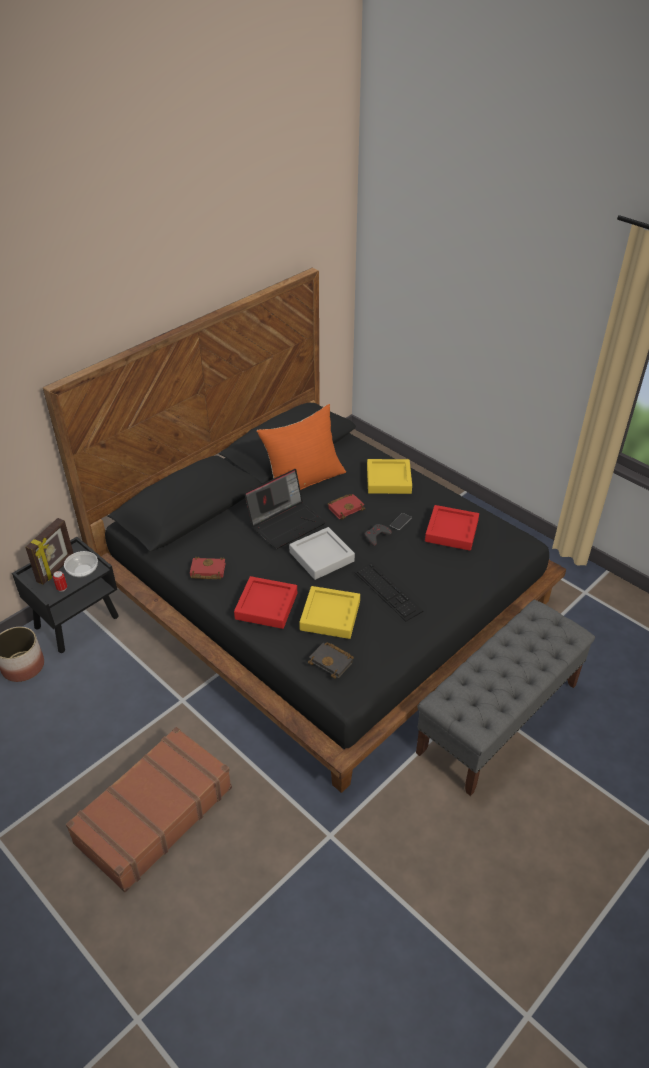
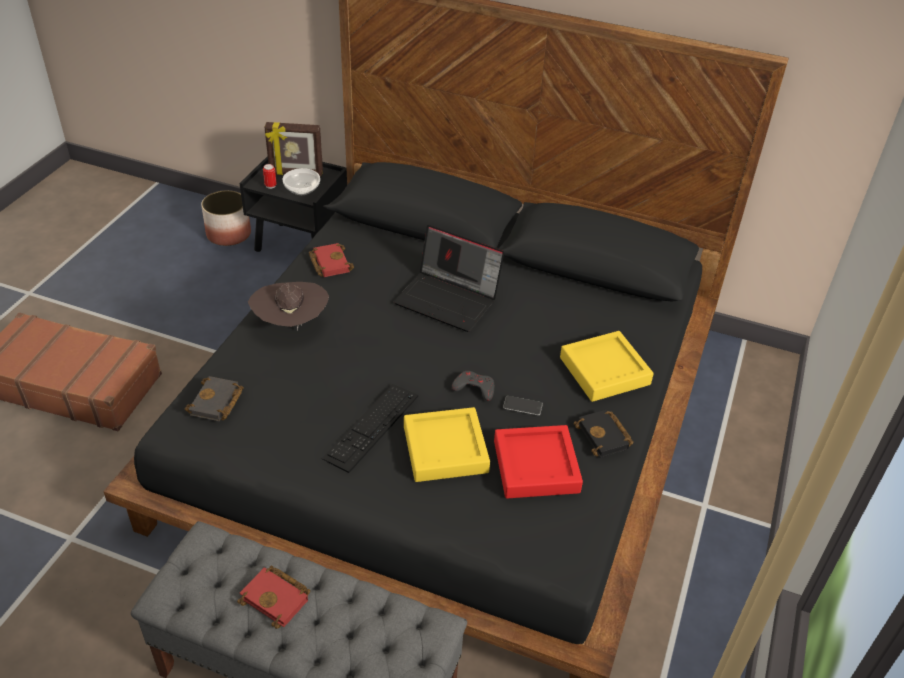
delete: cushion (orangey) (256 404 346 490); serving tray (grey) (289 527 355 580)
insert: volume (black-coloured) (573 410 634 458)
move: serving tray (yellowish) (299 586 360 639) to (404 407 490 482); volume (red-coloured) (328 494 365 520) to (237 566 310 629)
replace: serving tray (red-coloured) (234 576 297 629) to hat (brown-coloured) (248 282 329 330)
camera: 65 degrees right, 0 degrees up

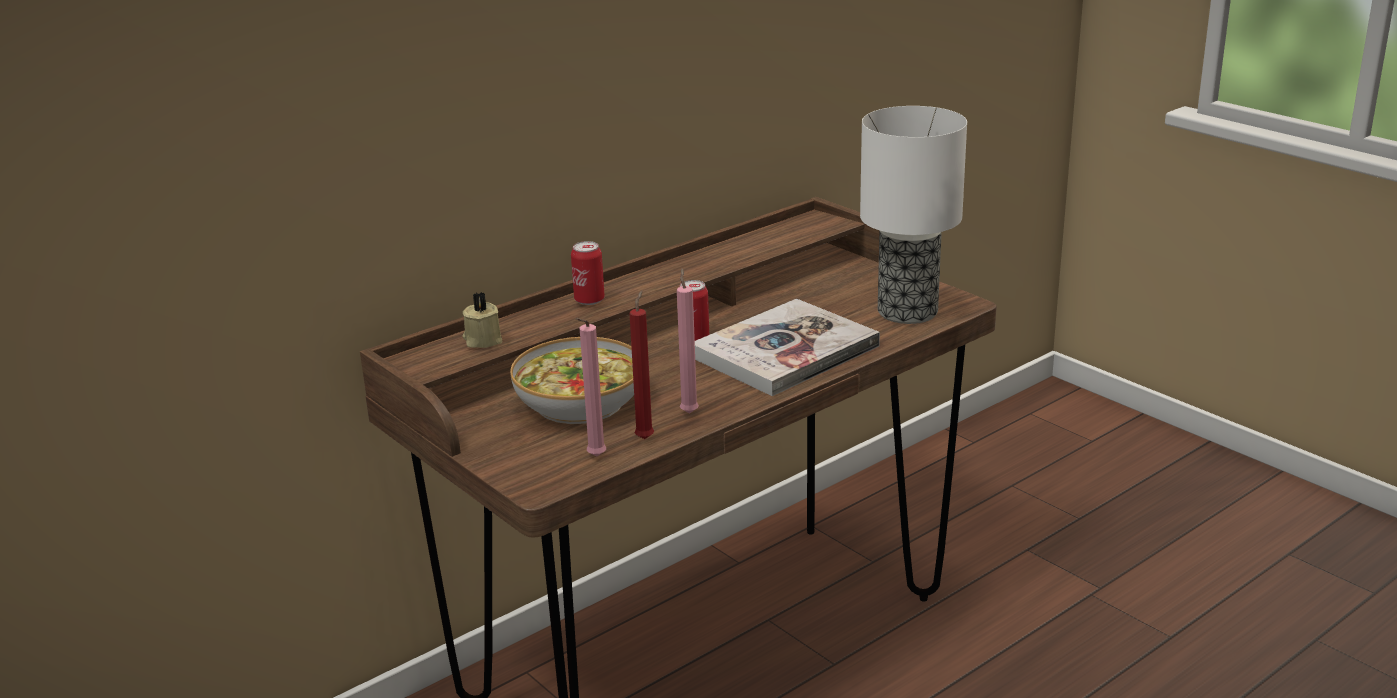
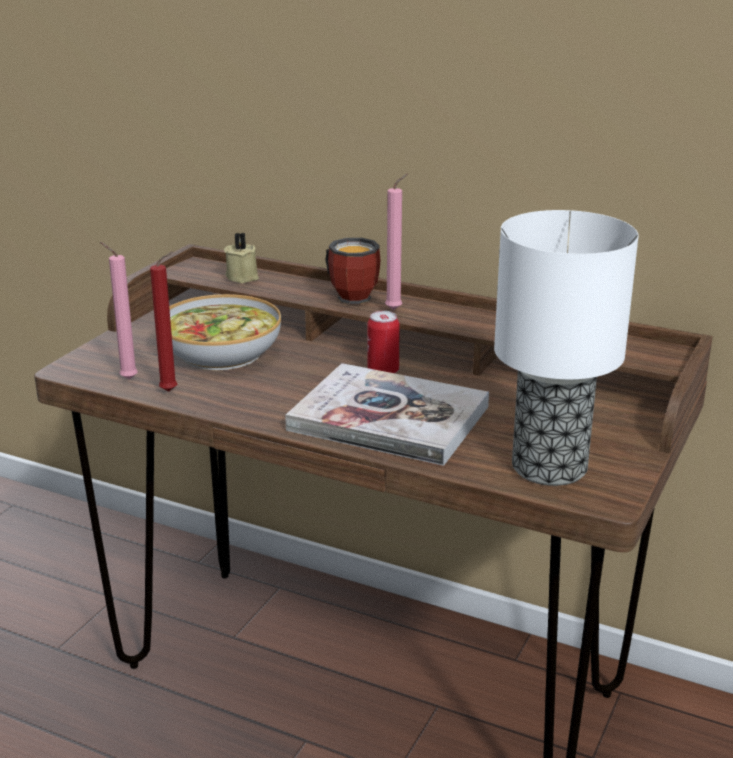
move: wax light (pinkish) (677 268 699 414) to (385 174 408 310)
replace: sealed can (571 241 605 305) to coffee mug (325 238 381 304)
camera: 65 degrees right, 0 degrees up

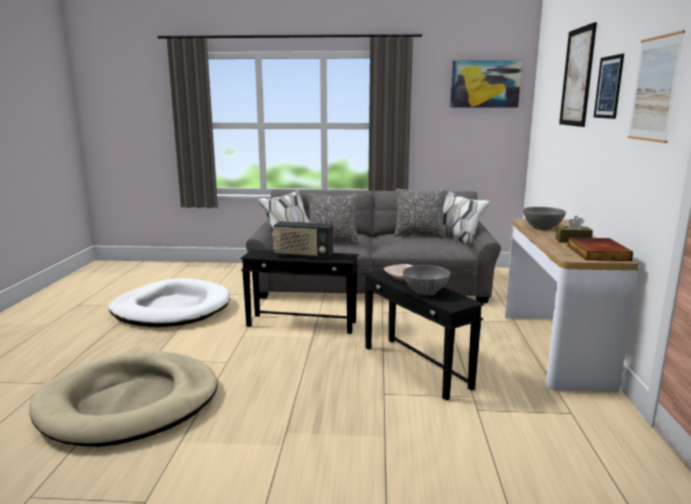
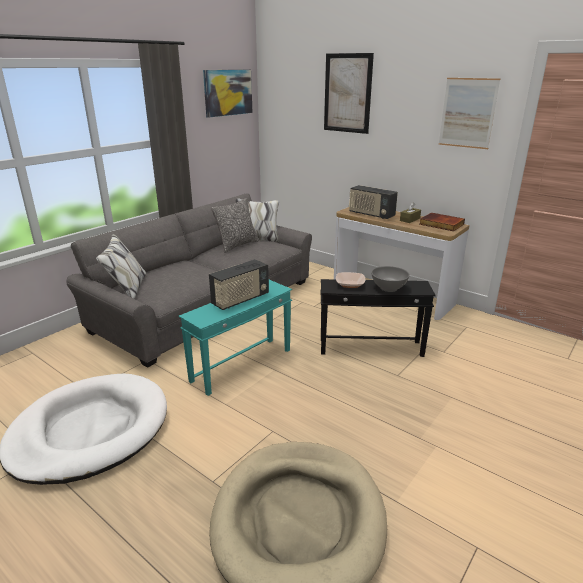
delete: cushion (308 193 360 244); picture (594 54 624 119)
replace: deep dish (grey) (523 207 566 230) to radio (349 185 398 219)
recolor: end table (black-coloured) (240 249 358 334) to end table (blue-green) (179 280 292 396)
camera: 55 degrees left, 10 degrees up

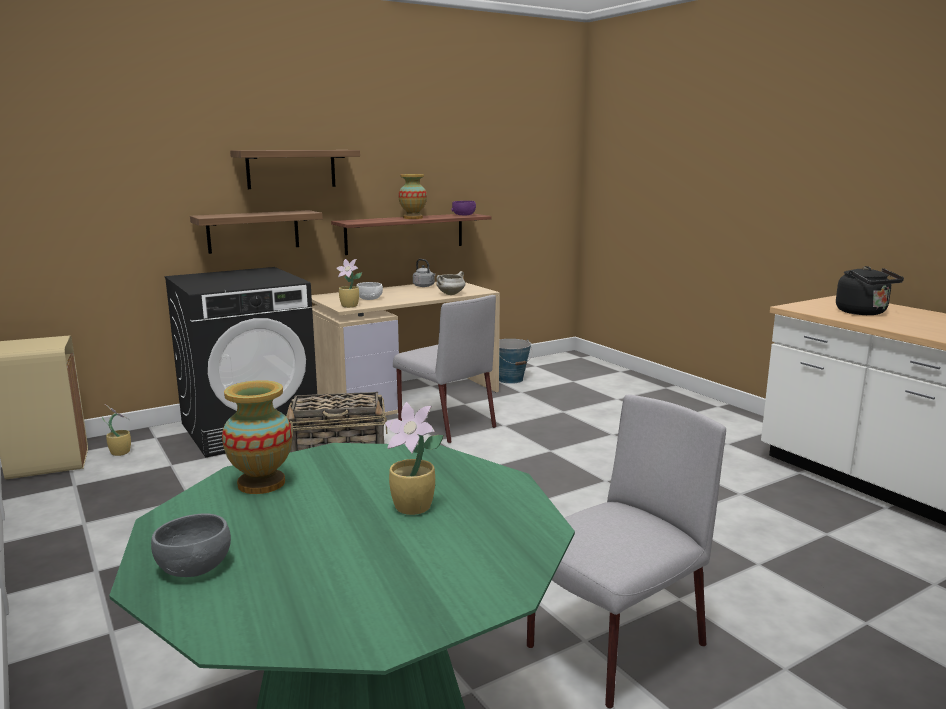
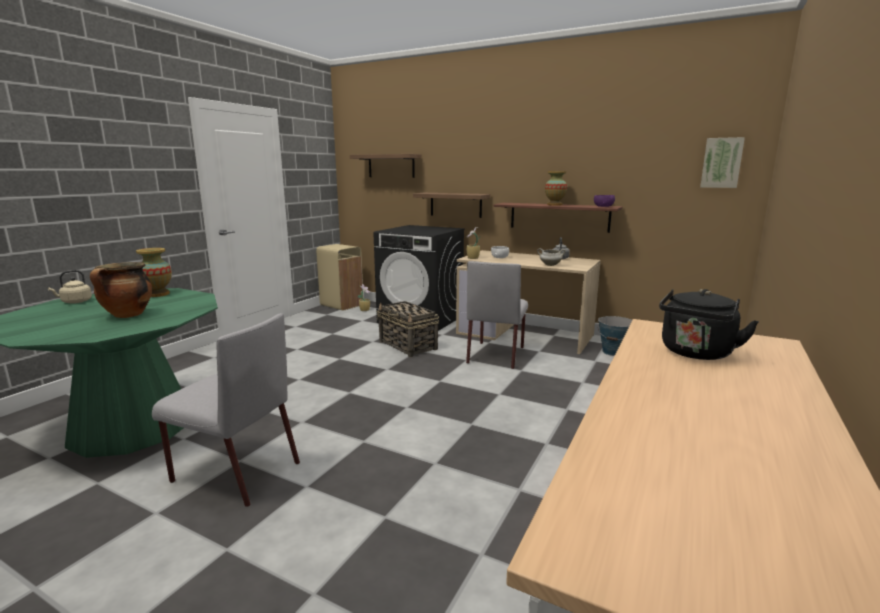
insert: picture (700 137 745 188)
move: bracket shelf (230 150 360 189) to (350 154 422 178)
replace: deep dish (grey) (151 513 231 577) to water kettle (sand-coloured) (48 270 92 304); houseplant (385 402 444 515) to saucepot (90 262 152 318)
camera: 60 degrees right, 0 degrees up

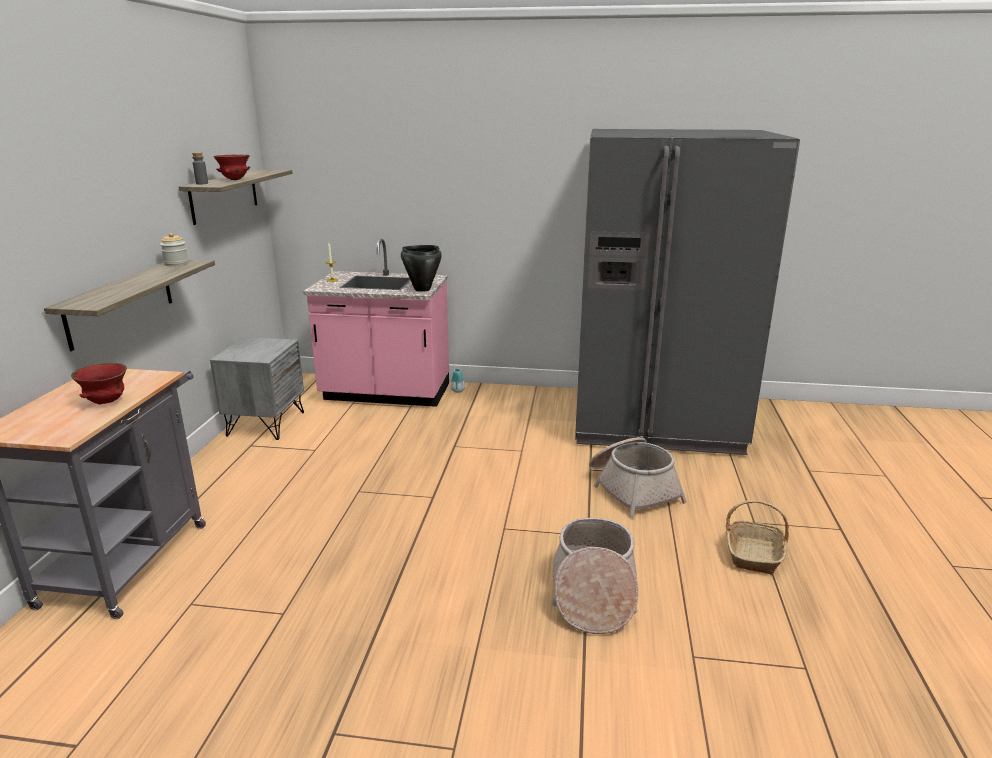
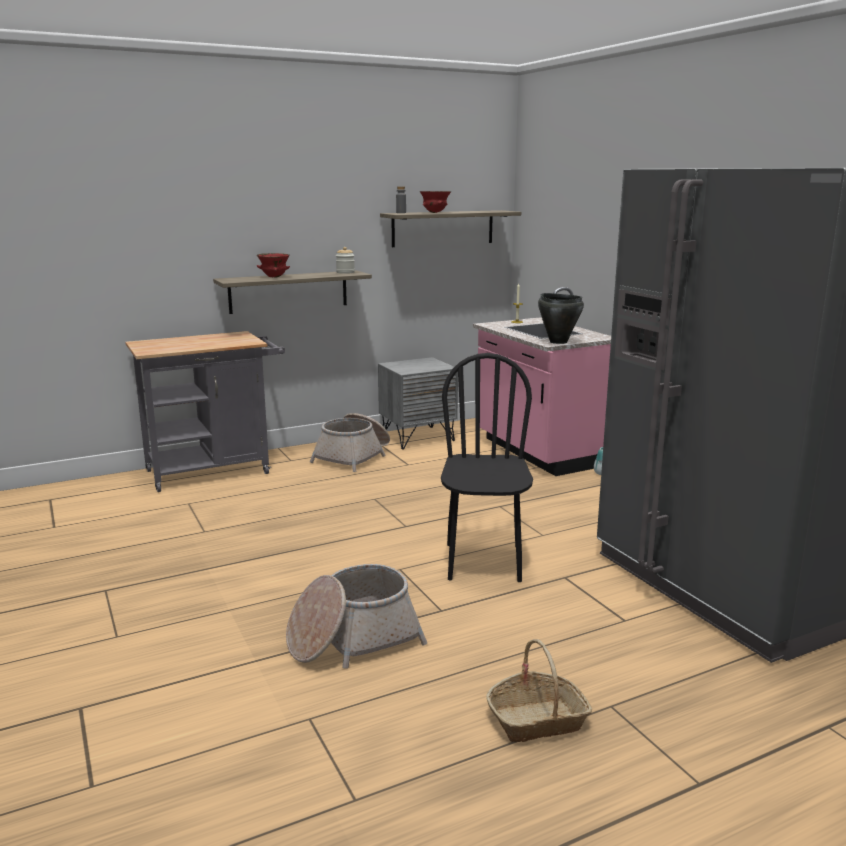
insert: plain chair (black-coloured) (441 353 533 582)
move: deep dish (red-coloured) (71 363 127 405) to (256 253 290 277); household basket (589 437 687 518) to (310 413 390 472)
camera: 55 degrees right, 5 degrees down

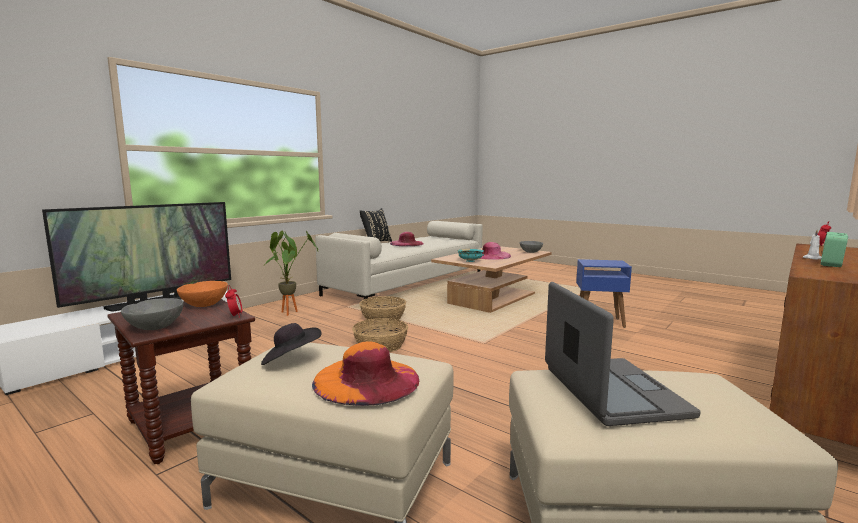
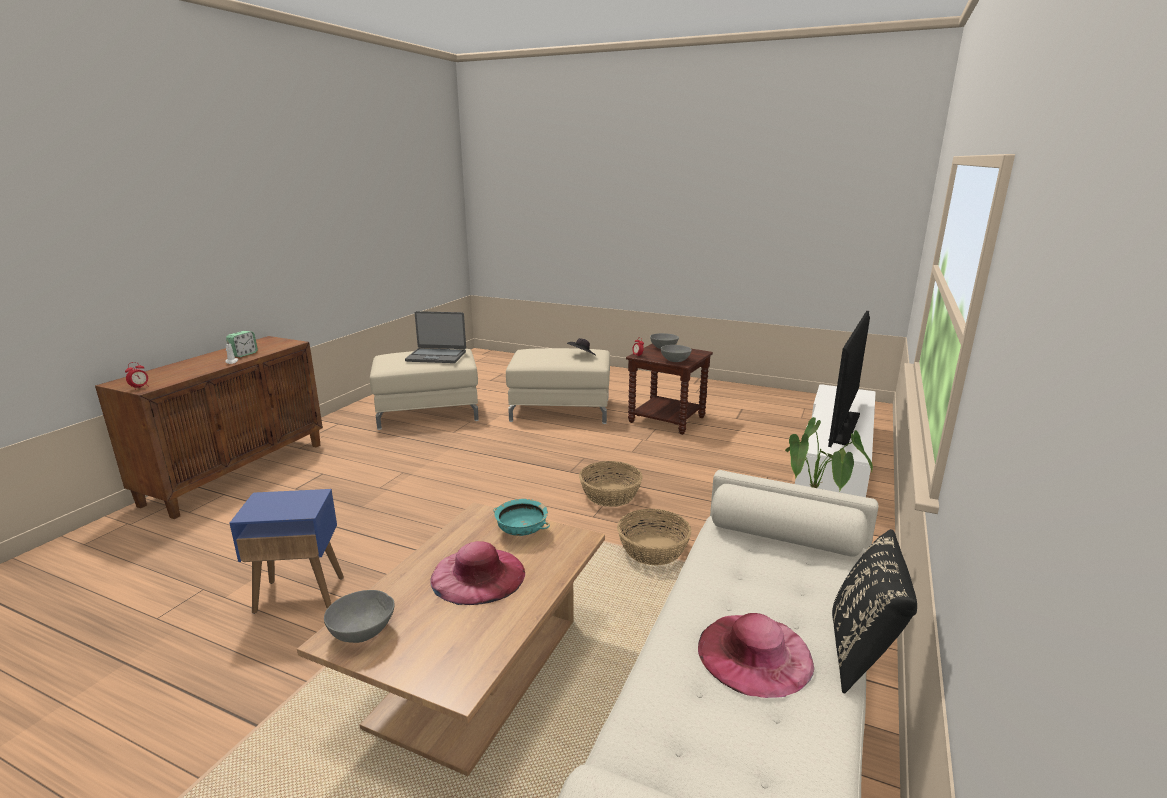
delete: hat (orangey) (312 341 420 406)
recolor: deep dish (orangey) (177 281 228 307) to deep dish (grey) (661 345 692 362)
rotate: laptop (545 282 701 426) = (405 311 466 363) 60 degrees counterclockwise
camera: 165 degrees right, 10 degrees up

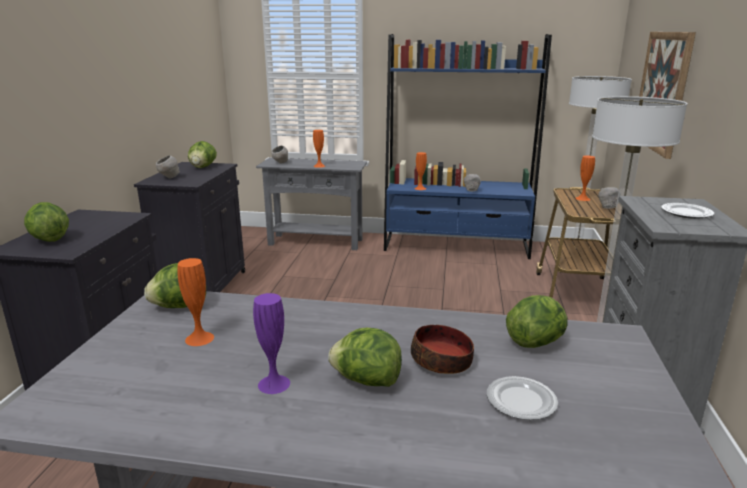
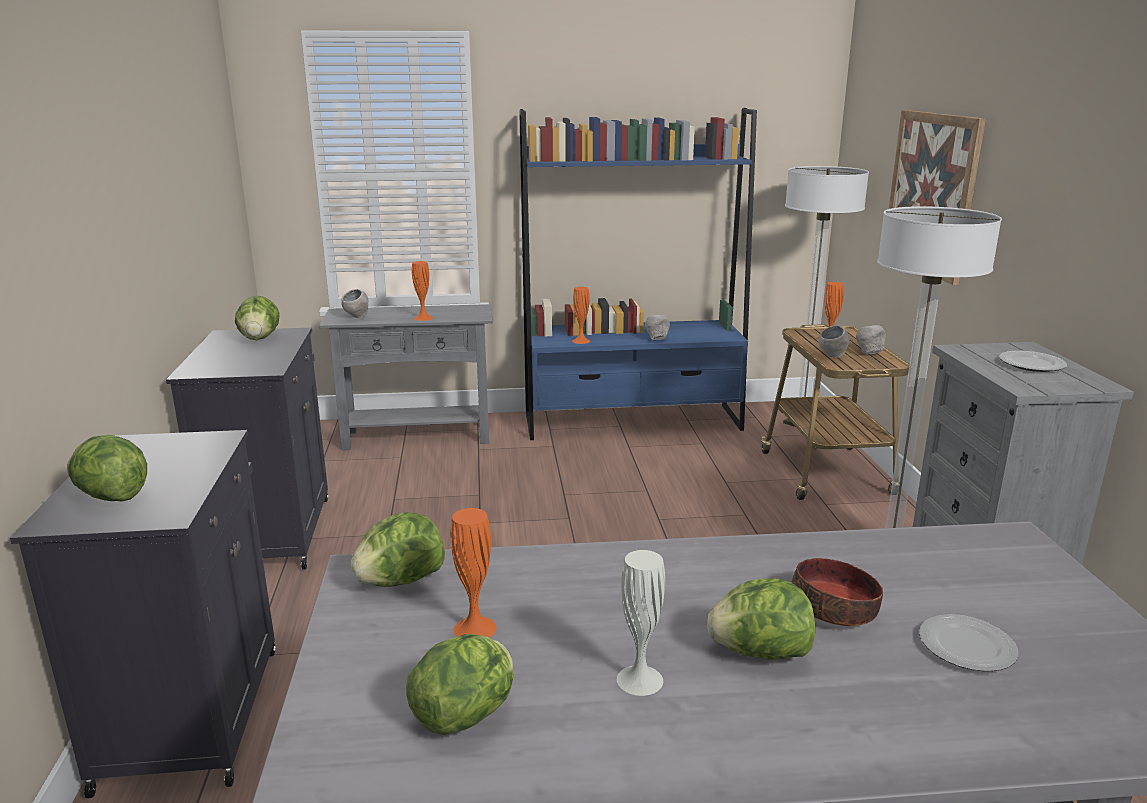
move: deep dish (grey) (156 155 180 179) to (818 326 850 358); lettuce head (506 295 568 348) to (406 634 513 735)
recolor: flower vase (purple-coloured) (253 293 290 394) to flower vase (white) (617 550 665 696)
camera: 15 degrees left, 0 degrees up

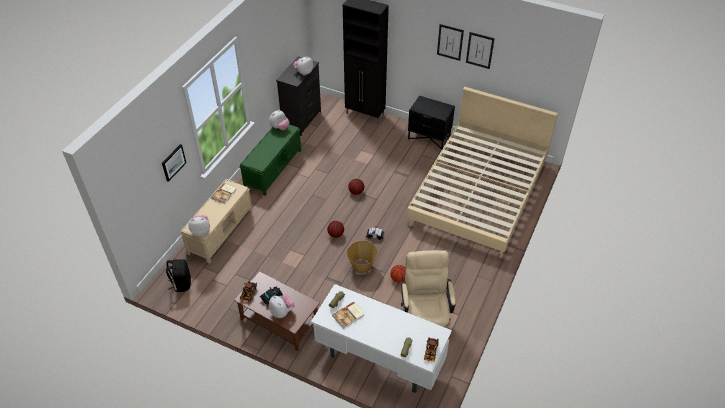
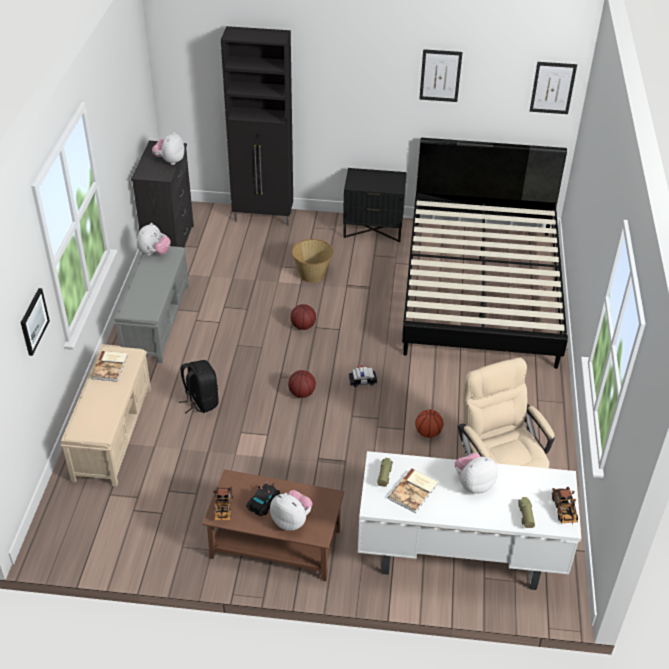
move: backpack (black-coloured) (166 259 191 292) to (179 360 218 413); plush toy (188 215 210 236) to (455 453 498 494); household basket (347 241 378 274) to (292 239 334 283); picture (437 24 464 61) to (530 62 577 114)
recolor: long seat (green) (239 124 301 195) to long seat (grey) (114 246 189 363); sleeping bed (sand-coloured) (407 87 558 258) to sleeping bed (black-coloured) (402 138 568 369)
camera: 20 degrees left, 5 degrees down

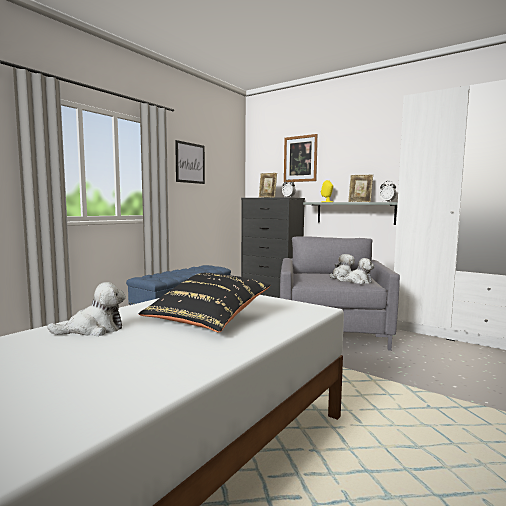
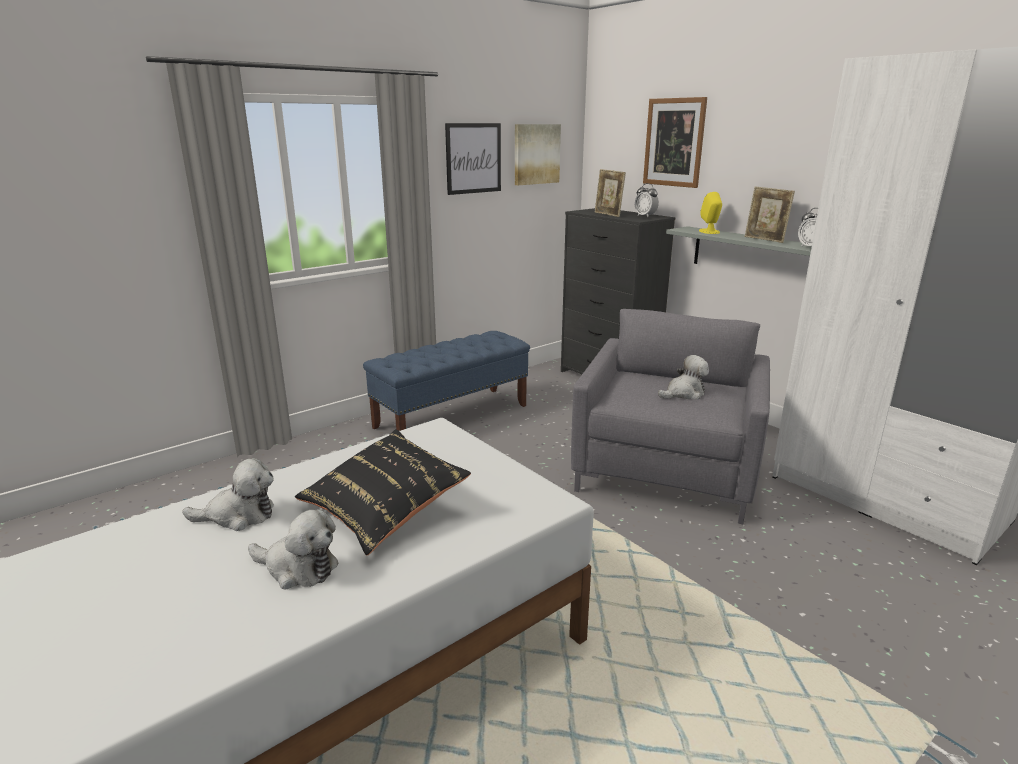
insert: picture (515 124 561 185)
move: plush toy (336 258 375 284) to (248 509 339 590)
camera: 15 degrees right, 15 degrees up

